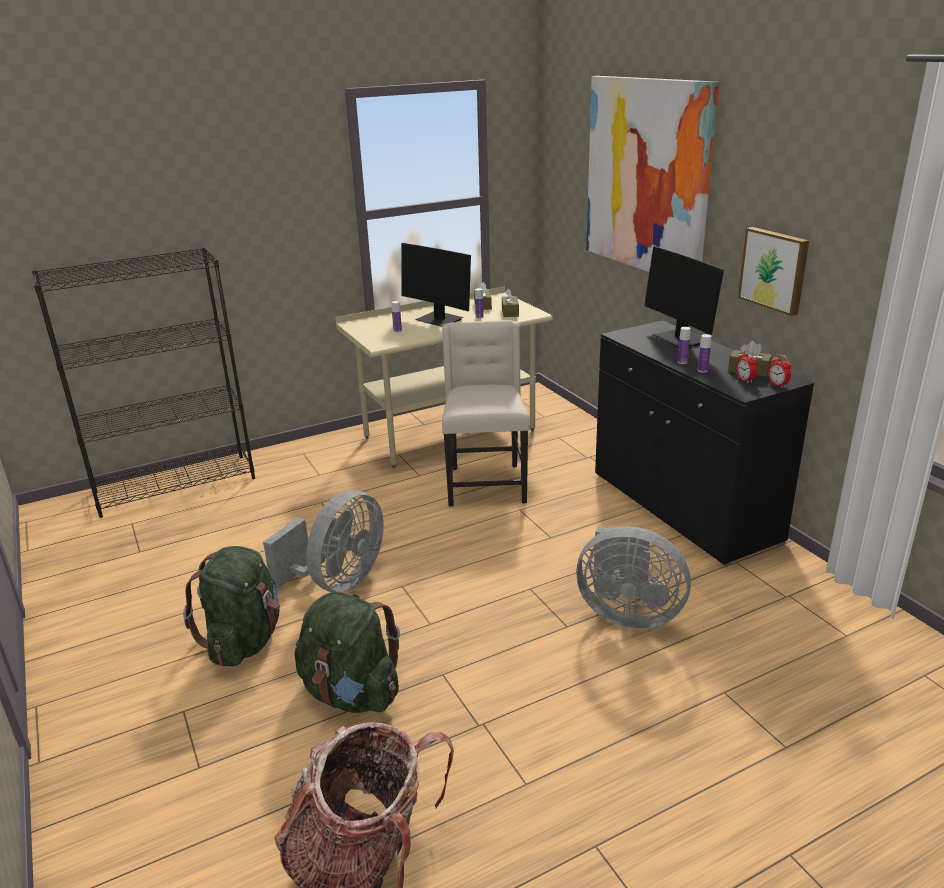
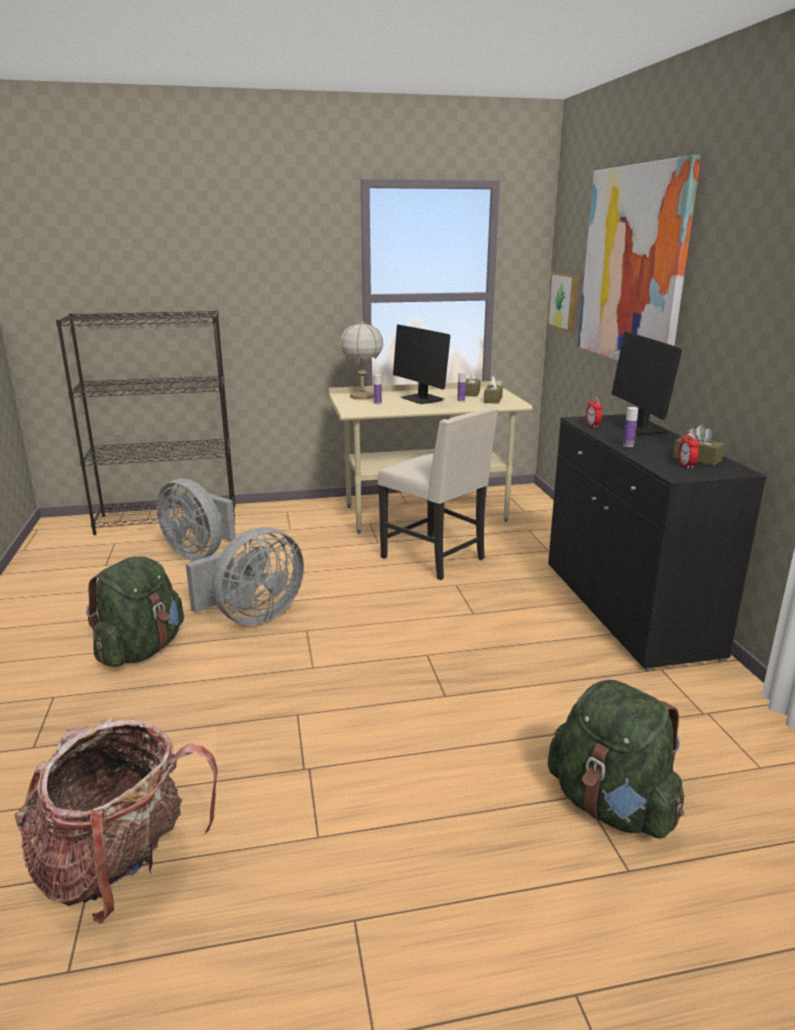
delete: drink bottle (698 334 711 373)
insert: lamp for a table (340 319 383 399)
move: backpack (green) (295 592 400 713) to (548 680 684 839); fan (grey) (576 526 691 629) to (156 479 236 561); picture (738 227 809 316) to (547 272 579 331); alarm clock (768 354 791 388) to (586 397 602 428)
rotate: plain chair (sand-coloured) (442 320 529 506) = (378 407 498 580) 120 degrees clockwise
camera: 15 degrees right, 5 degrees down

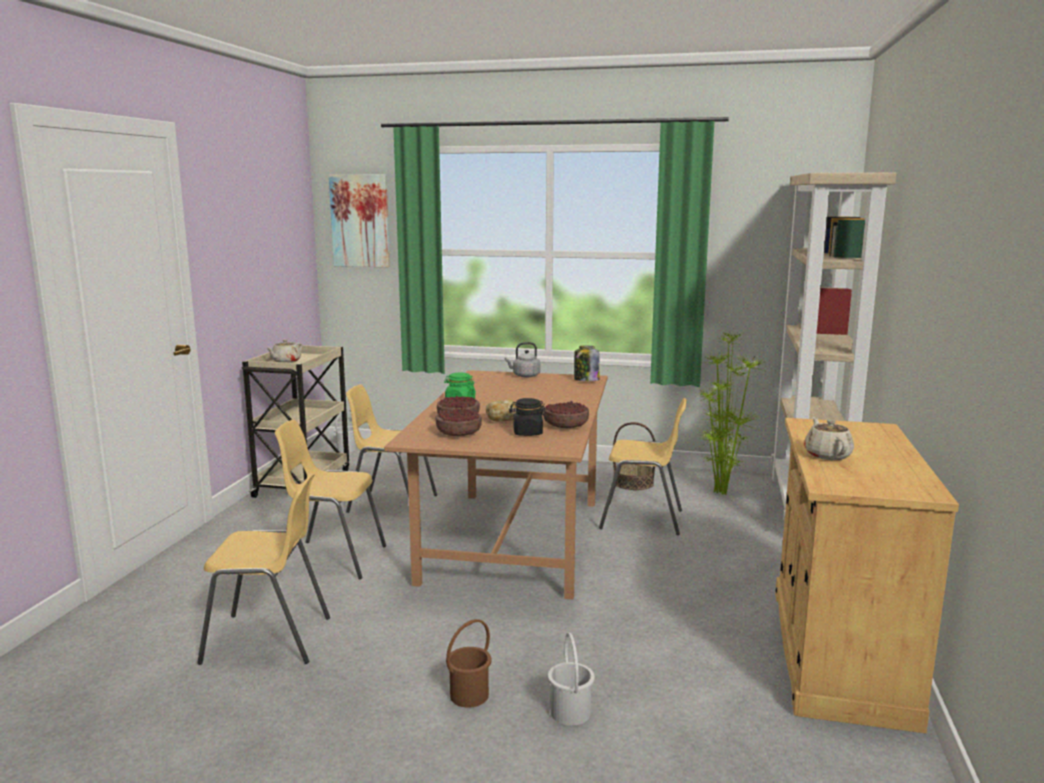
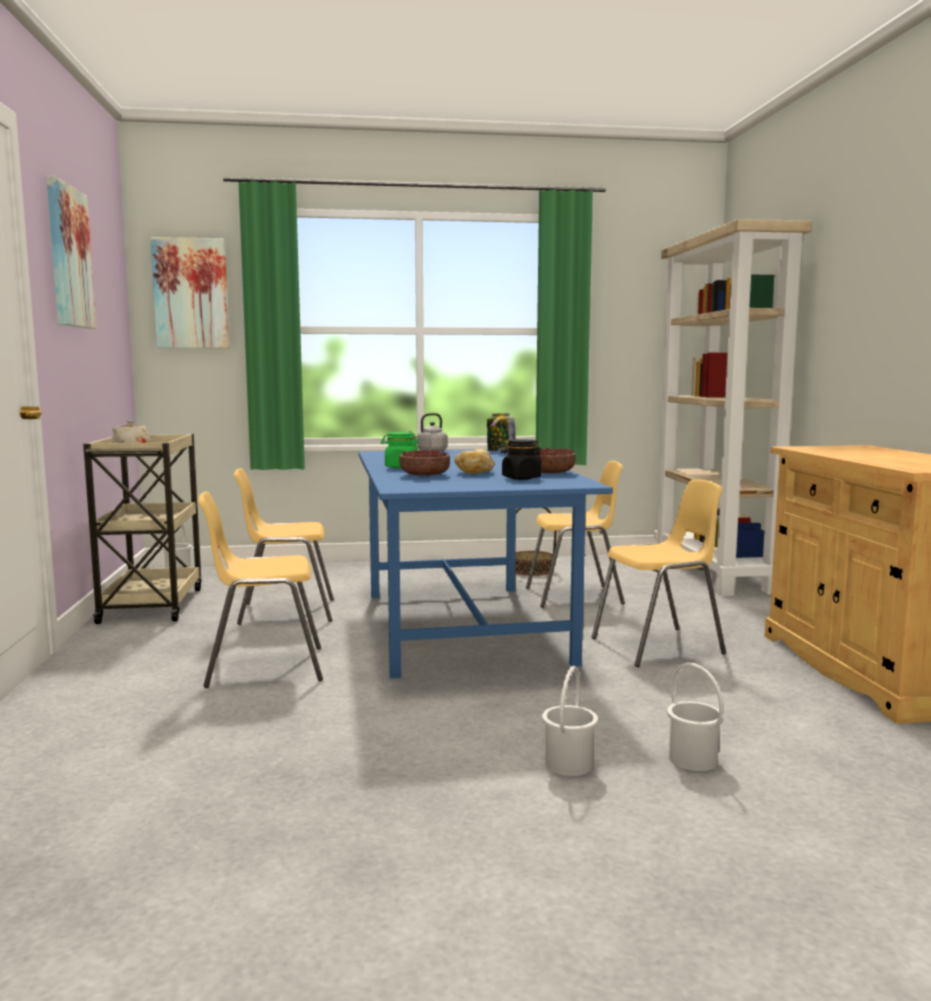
delete: deep dish (436 407 482 436); houseplant (697 332 763 495); pot for tea (sand-coloured) (804 417 854 460)
insert: picture (46 176 96 329)
move: plain chair (yellowish) (197 473 330 665) to (592 480 726 667)
recolor: dinner table (brown-coloured) (384 370 608 600) to dinner table (blue-coloured) (358 449 613 679); water bucket (brown-coloured) (446 619 492 708) to water bucket (white) (542 666 598 776)
camera: 20 degrees left, 5 degrees down

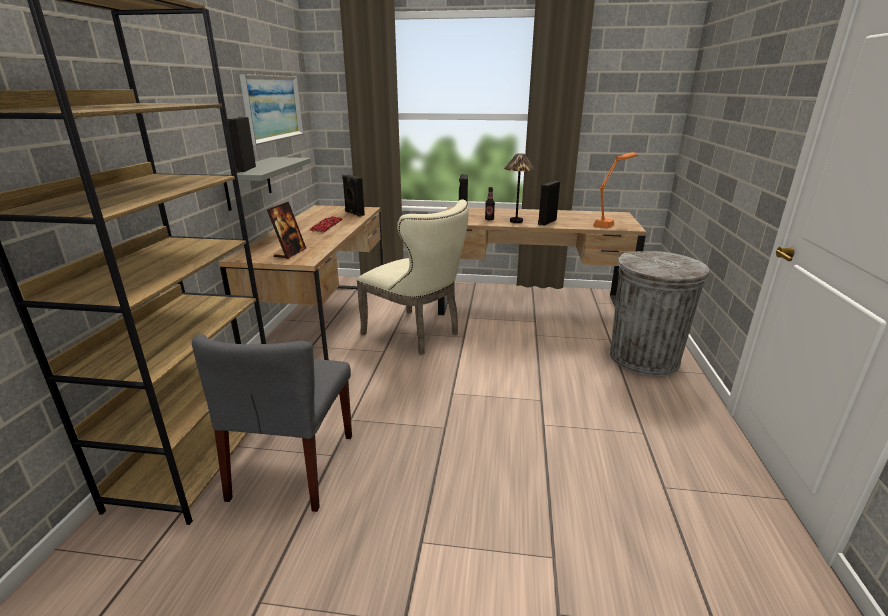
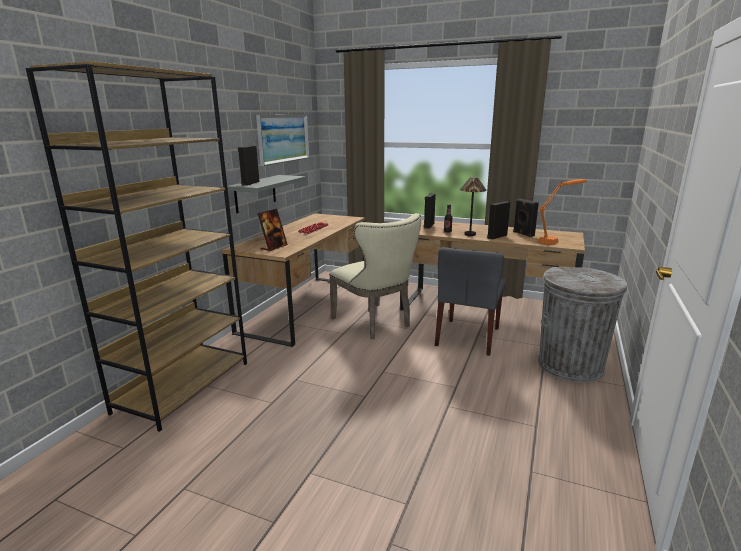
move: plain chair (grey) (192 334 352 512) to (435 247 506 356); speaker (black-coloured) (342 175 365 217) to (513 199 539 237)
camera: 15 degrees right, 5 degrees down

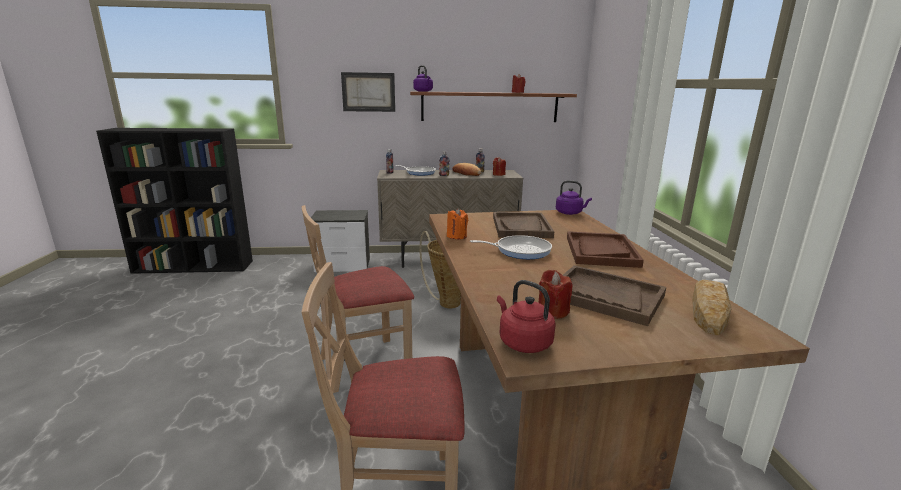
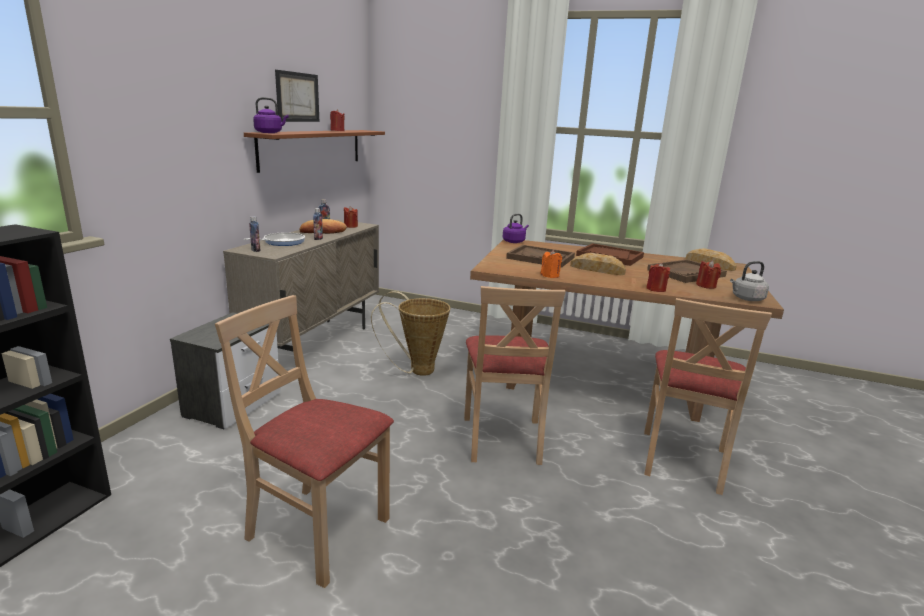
insert: plain chair (sand-coloured) (215 295 394 588); wax light (red-coloured) (646 263 670 292)
move: picture (341 72 395 112) to (275 70 320 122)
replace: frying pan (470 235 552 259) to baked bread (570 253 626 275)
recolor: water kettle (red-coloured) (497 280 556 353) to water kettle (grey) (730 261 769 301)
camera: 65 degrees left, 0 degrees up

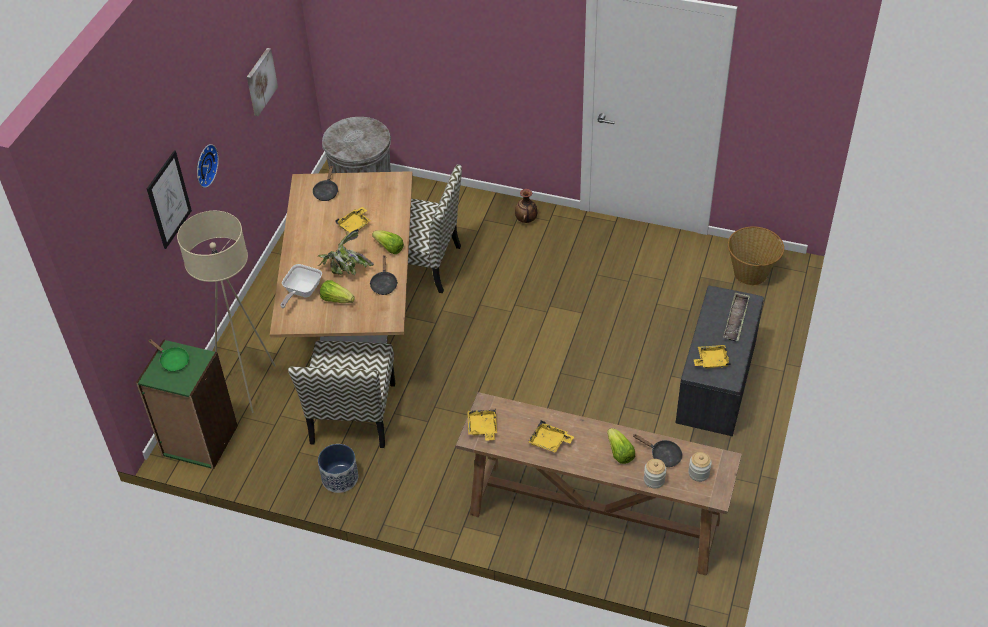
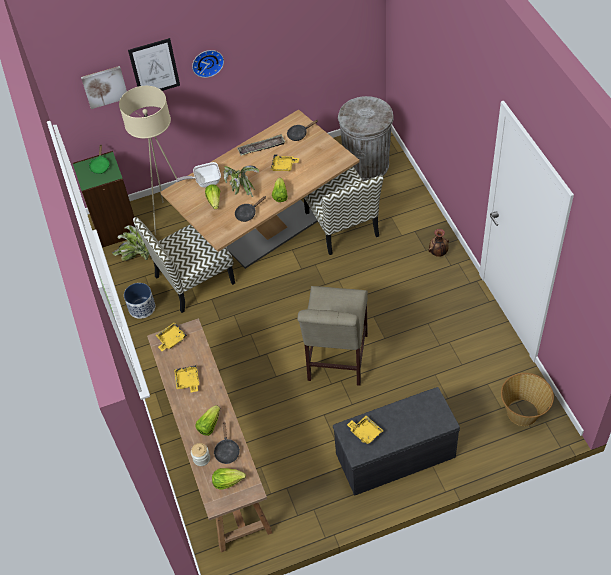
insert: houseplant (112 225 150 261); plain chair (sand-coloured) (298 286 368 386)
move: picture (247 48 278 116) to (81 66 127 109); serving tray (723 293 750 342) to (237 134 285 156)
replace: storage jar (688 452 712 482) to lettuce head (212 468 246 490)
camera: 55 degrees right, 5 degrees up

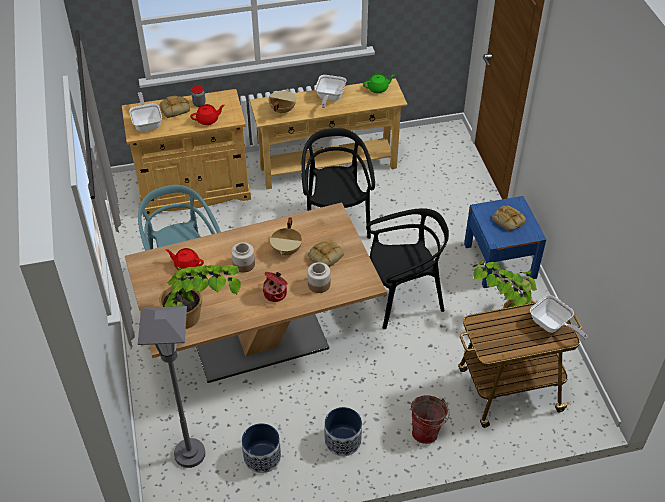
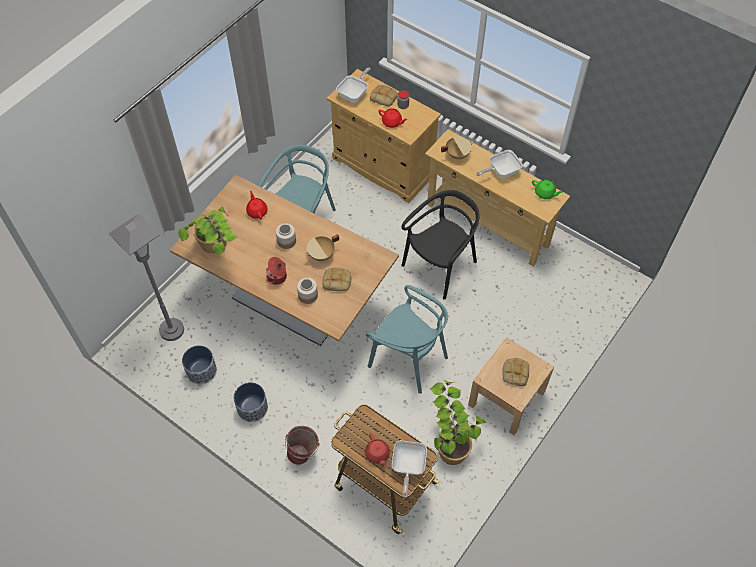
insert: pot for tea (red-coloured) (365 433 390 467)
recolor: plain chair (black-coloured) (366 208 449 329) to plain chair (blue-green) (366 285 448 394); nightstand (blue-coloured) (464 196 546 288) to nightstand (sand-coloured) (468 337 554 435)
camera: 50 degrees right, 10 degrees up

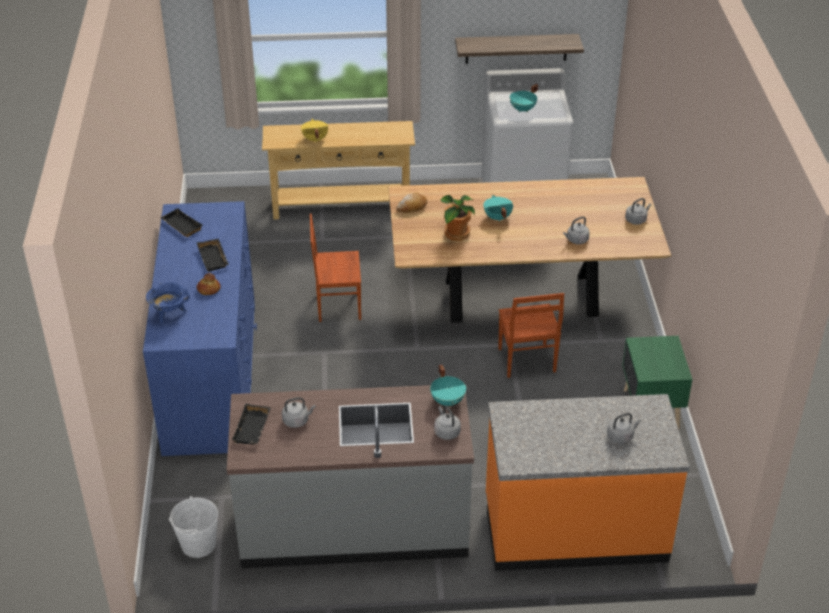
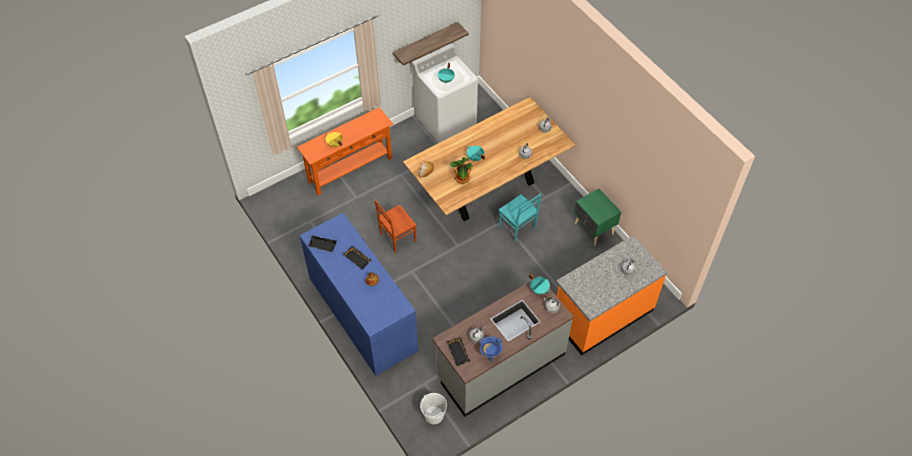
move: saucepot (blue-coloured) (146 282 190 324) to (480 336 503 362)
recolor: console table (sand-coloured) (262 121 415 219) to console table (orangey) (297 107 393 196); plain chair (brown-coloured) (498 293 564 378) to plain chair (blue-green) (499 193 541 242)
camera: 30 degrees left, 15 degrees up

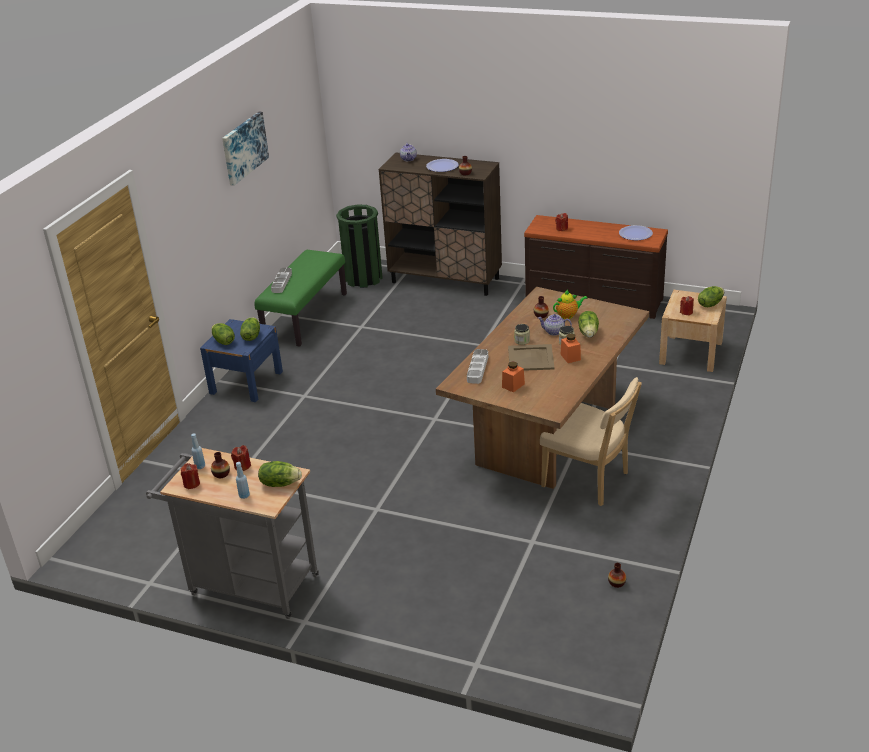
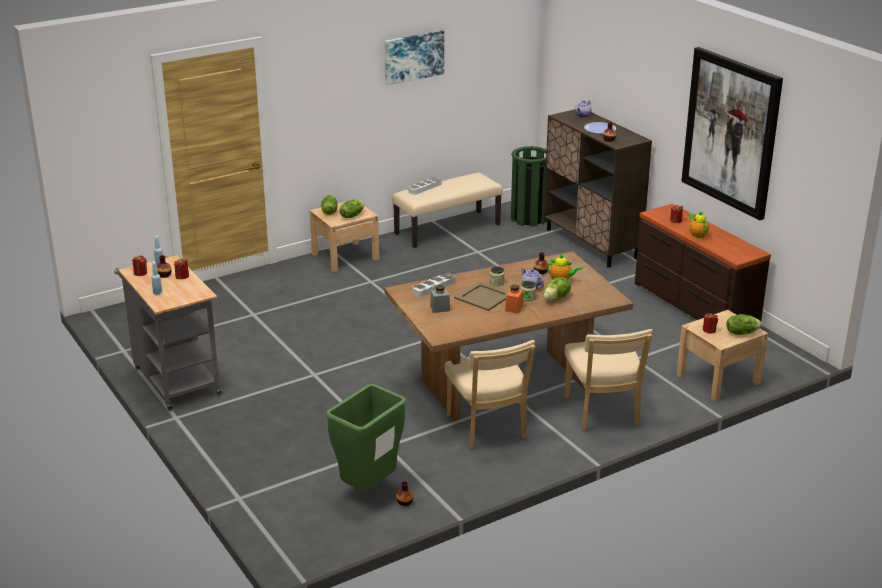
delete: lettuce head (258 461 302 487); dinner plate (619 225 653 240)
insert: trash can (green) (326 384 406 491); plain chair (sand-coloured) (565 329 653 431); picture (681 47 783 220); pot for tea (688 211 709 238)
recolor: nightstand (blue-coloured) (200 319 283 402) to nightstand (sand-coloured) (309 199 379 272); long seat (green) (254 250 347 347) to long seat (sand-coloured) (392 173 503 248); storage jar (orangey) (502 361 525 393) to storage jar (grey) (430 285 450 313)
camera: 35 degrees right, 5 degrees down

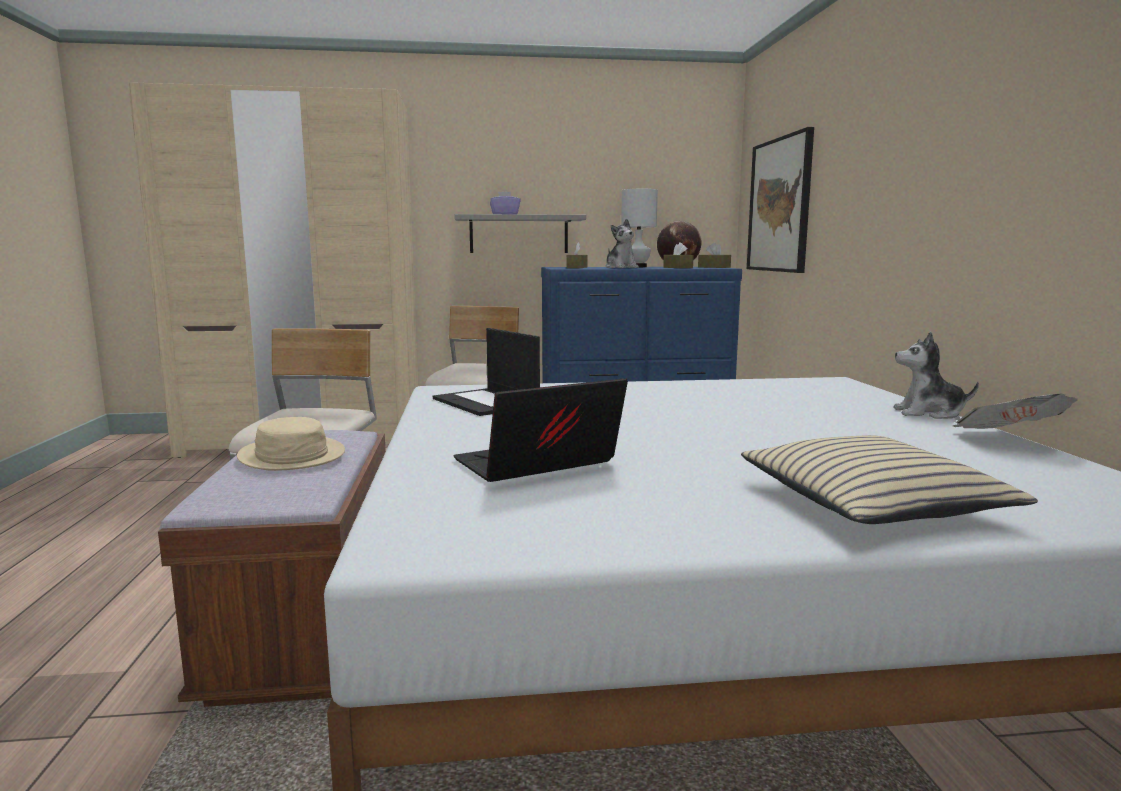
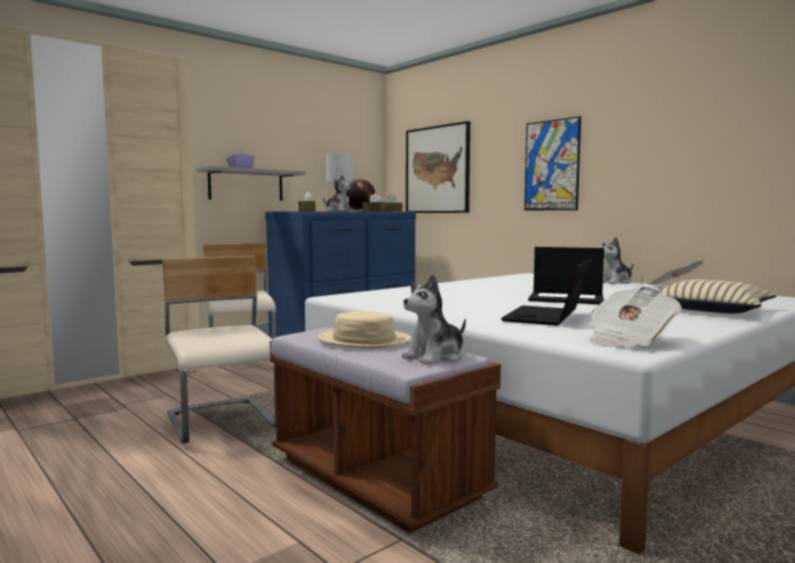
insert: plush toy (402 274 466 365); picture (524 116 581 210); newspaper (588 286 682 347)
move: laptop (433 328 540 416) to (528 247 604 304)
camera: 35 degrees left, 5 degrees down

